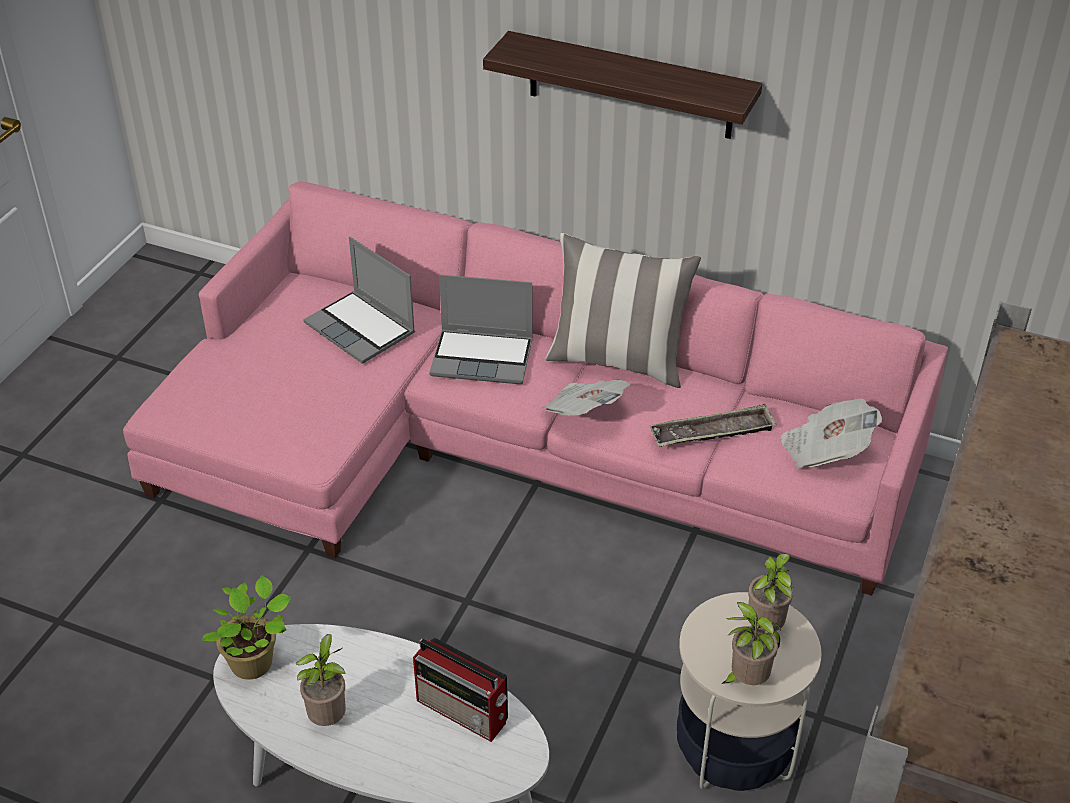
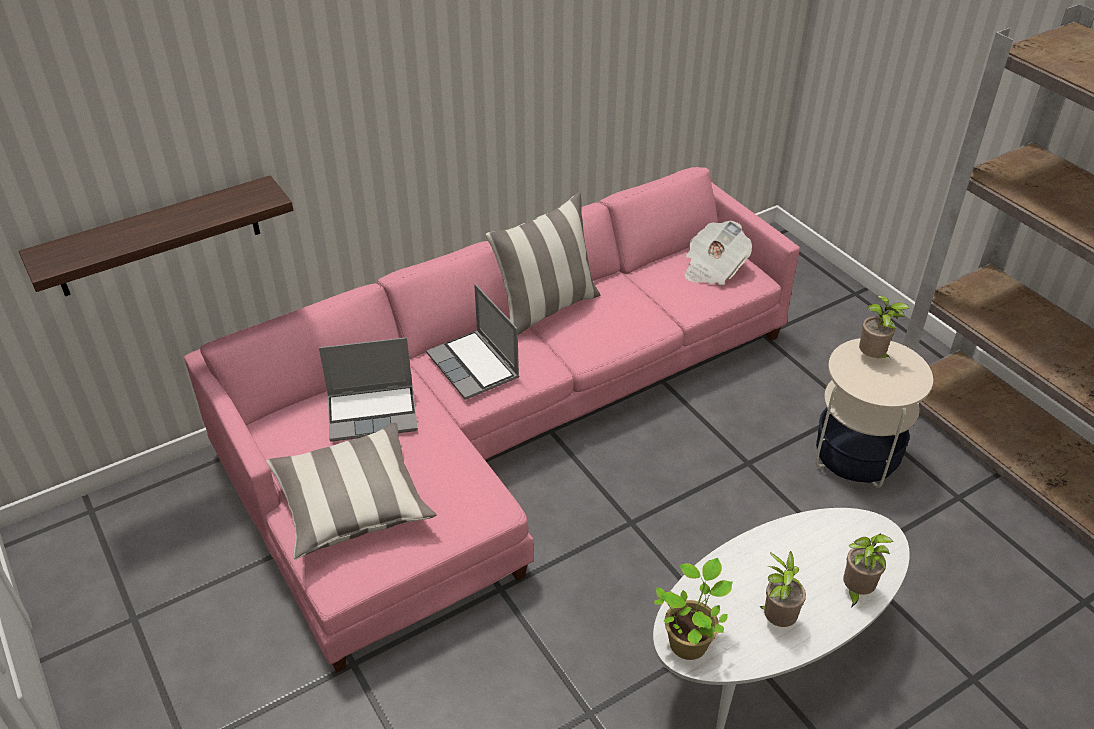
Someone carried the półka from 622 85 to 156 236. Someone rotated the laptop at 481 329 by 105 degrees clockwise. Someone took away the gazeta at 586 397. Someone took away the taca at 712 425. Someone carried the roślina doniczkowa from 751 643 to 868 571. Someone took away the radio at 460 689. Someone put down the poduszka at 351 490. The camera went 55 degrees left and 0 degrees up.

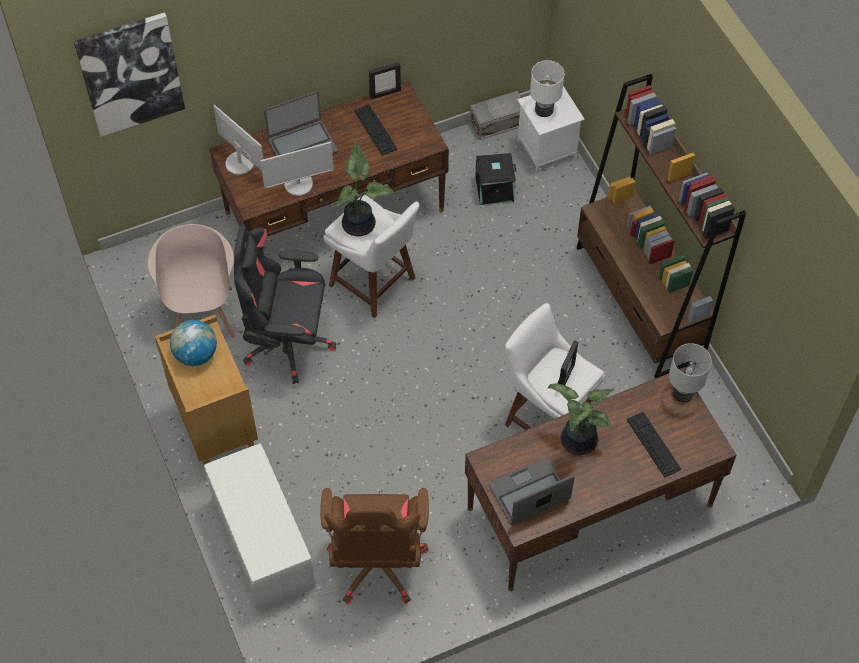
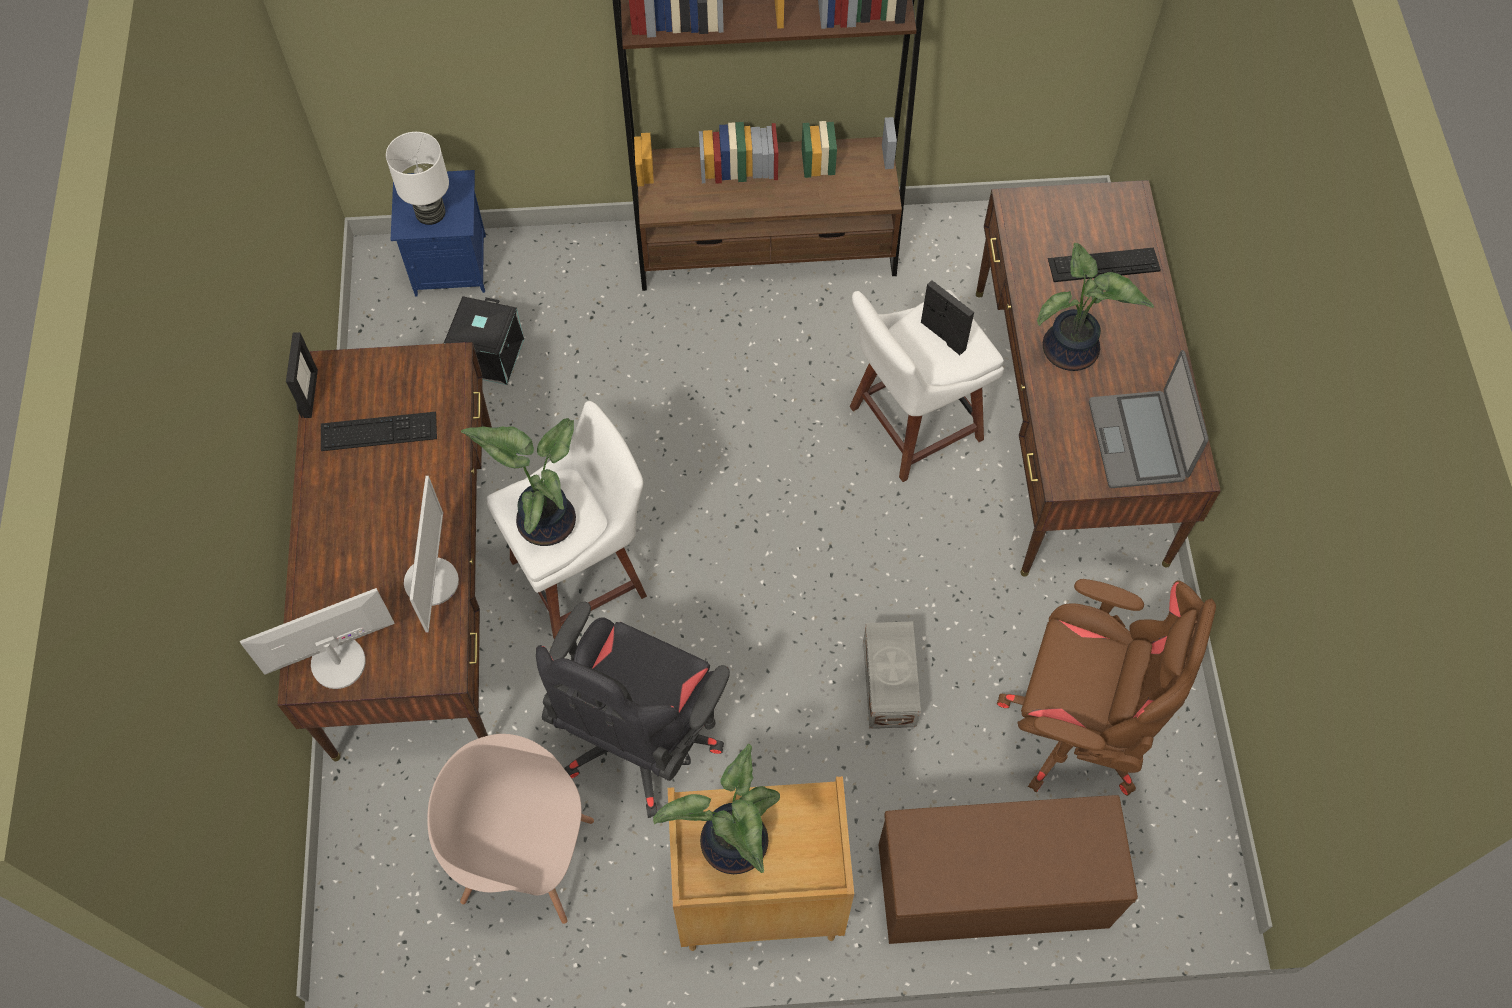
Someone took away the obraz at 129 74. Someone repainted the szafka nocna [biały] at 551 129, which became the szafka nocna [niebieski] at 438 233. Someone took away the laptop at 301 123. Someone carried the pojemnik do przechowywania [szary] from 495 115 to 892 675. Someone swapped the globus at 193 343 for the roślina doniczkowa at 716 809. Someone took away the lampa stołowa [szary] at 690 372. Someone repainted the ławka [biały] at 260 527, which became the ławka [brązowy] at 1008 869. The camera went 70 degrees left and 5 degrees up.

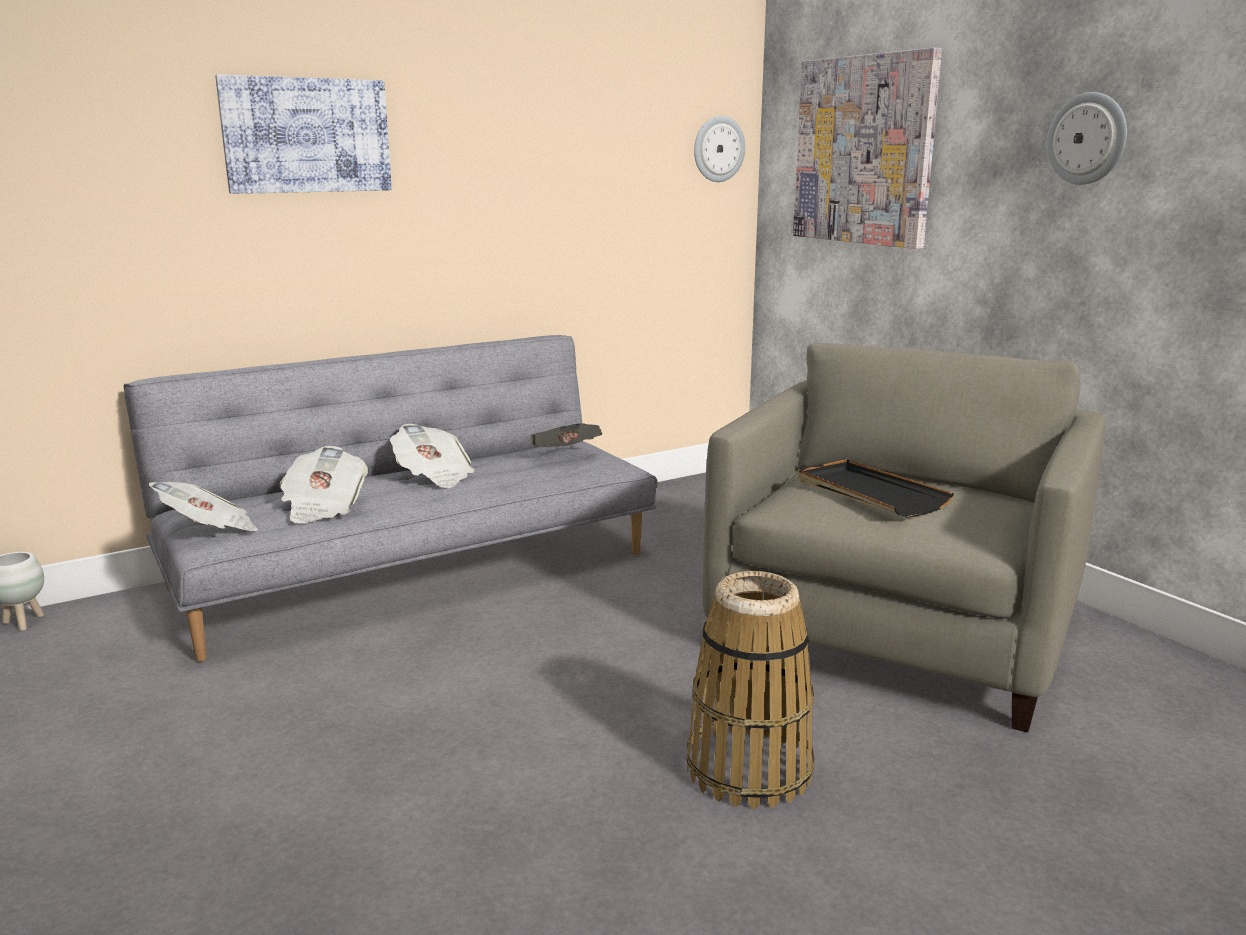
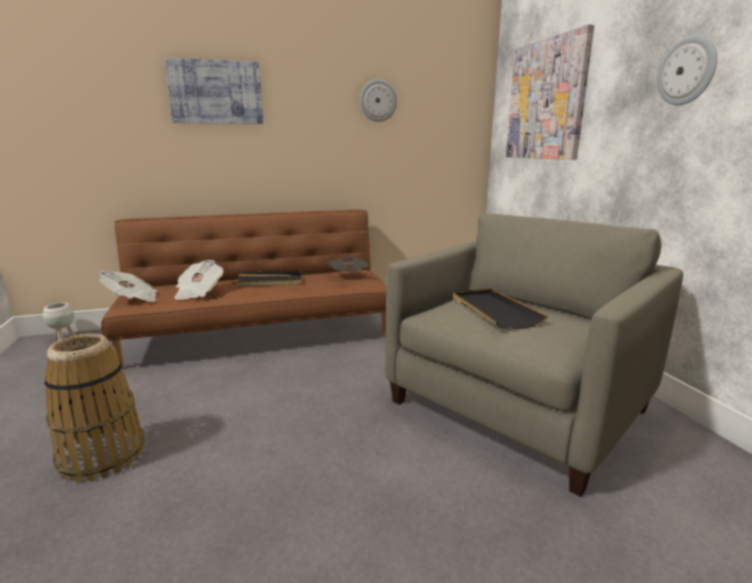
Someone carried the zegar ścienny from 719 149 to 378 100. Someone repainted the kanapa [szary] at 391 498, which became the kanapa [brązowy] at 243 289. Someone swapped the gazeta at 432 456 for the taca [czarny] at 267 278. Someone carried the koszyk from 750 690 to 94 408. The camera went 15 degrees right and 0 degrees up.

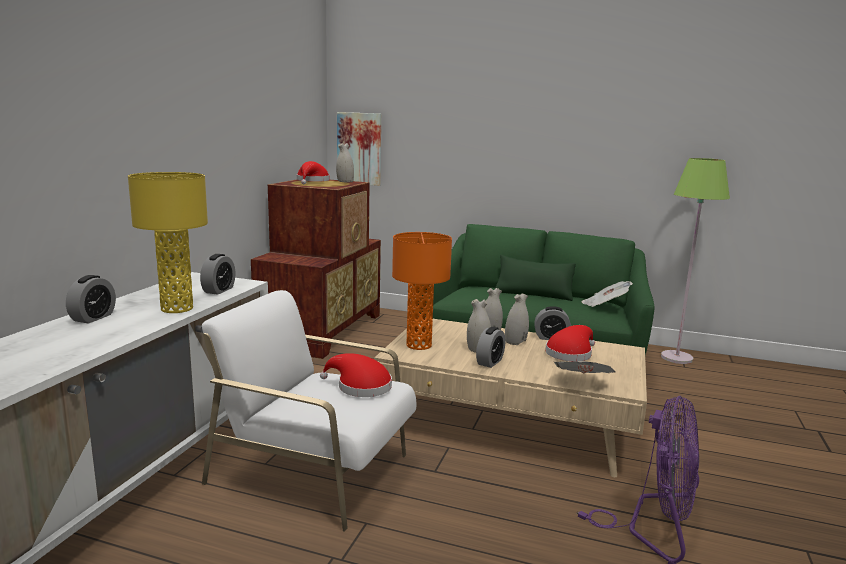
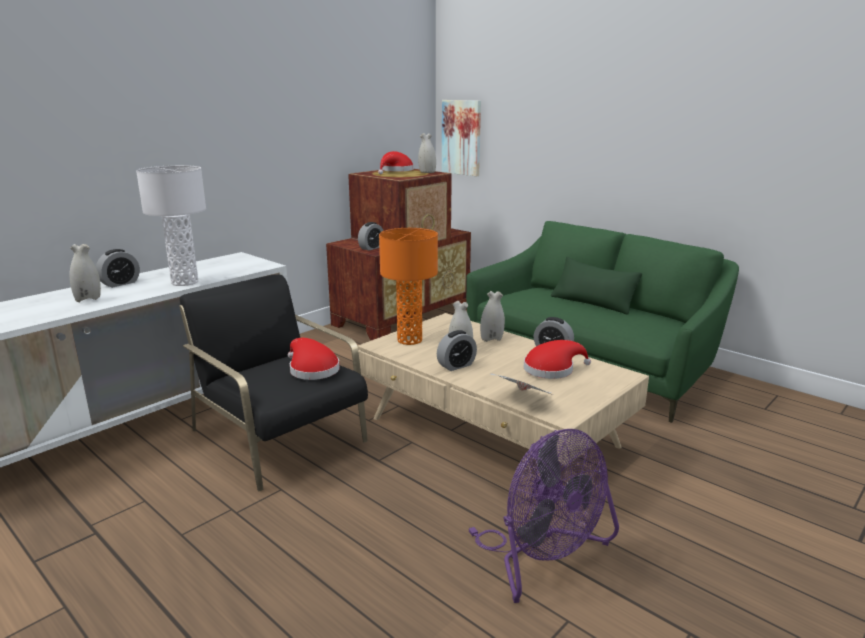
Someone took away the lampa stojąca [zielony] at 695 261. Someone repainted the lampa stołowa [żółty] at 168 242, which became the lampa stołowa [biały] at 171 225. Someone carried the budzik from 217 274 to 370 236. Someone took away the gazeta at 607 294. Someone repainted the fotel [biały] at 309 411, which became the fotel [czarny] at 273 383. Someone carried the wazon [biały] from 517 319 to 85 273. The camera went 25 degrees right and 5 degrees up.

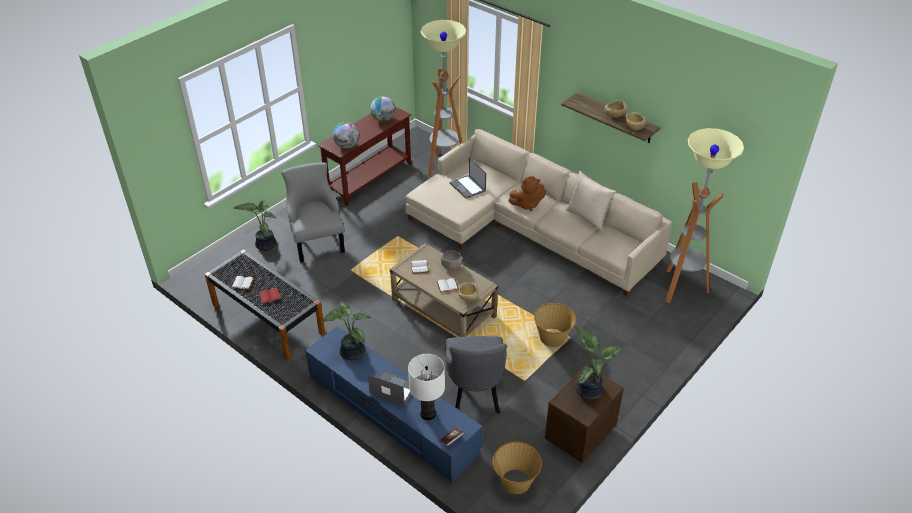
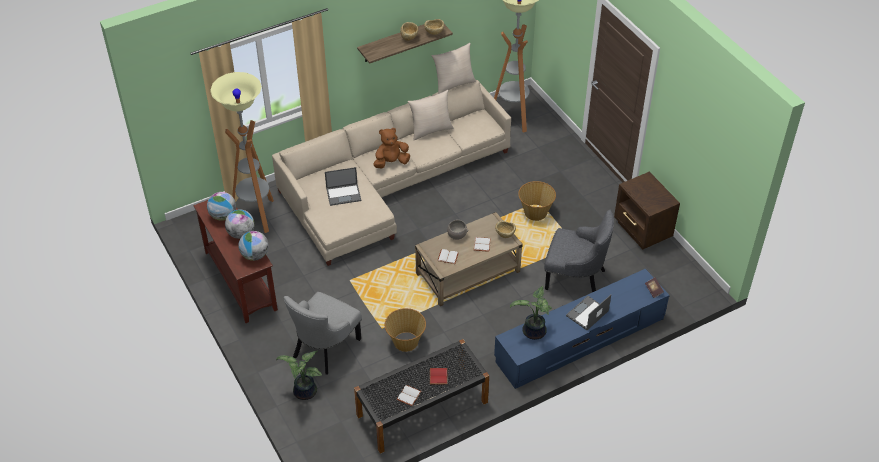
Someone rotated the fotel [szary] at 313 212 by 60 degrees counterclockwise. Someone rotated the pluszak [brązowy] at 527 194 by 120 degrees counterclockwise. Someone took away the roślina doniczkowa at 597 363. Someone took away the lampa stołowa [biały] at 426 387. Someone carried the koszyk from 517 468 to 405 330. Someone put down the poduszka [beżowy] at 453 68. Someone put down the globus at 240 224. The camera went 70 degrees left and 5 degrees up.

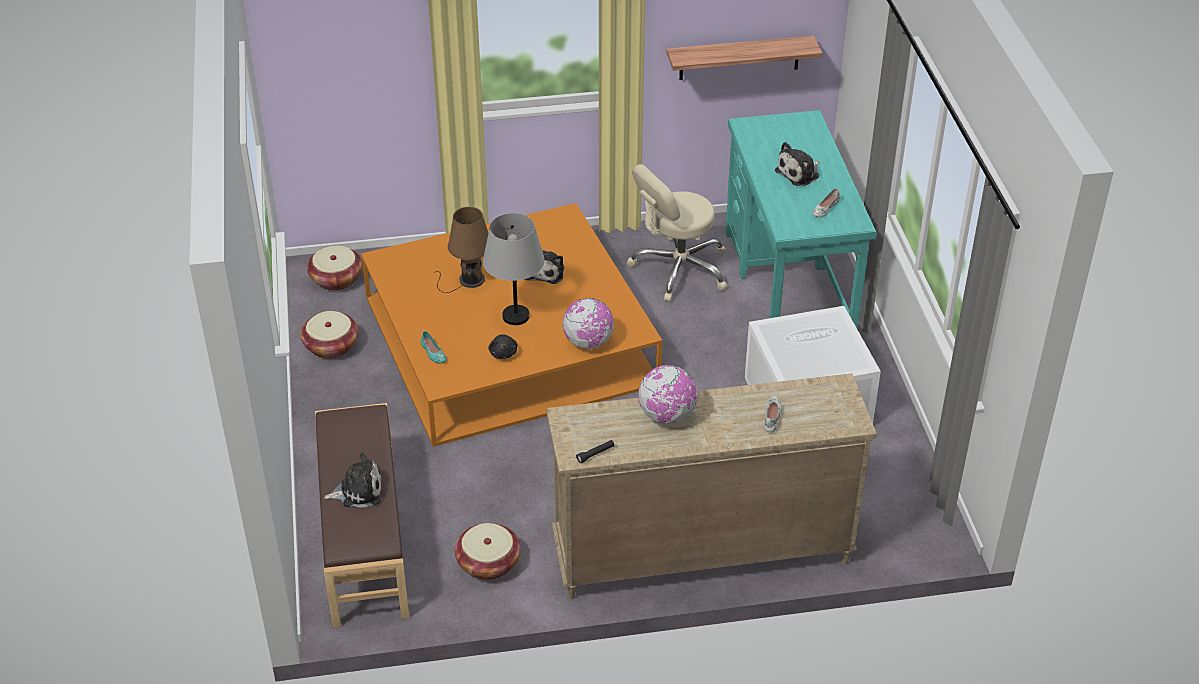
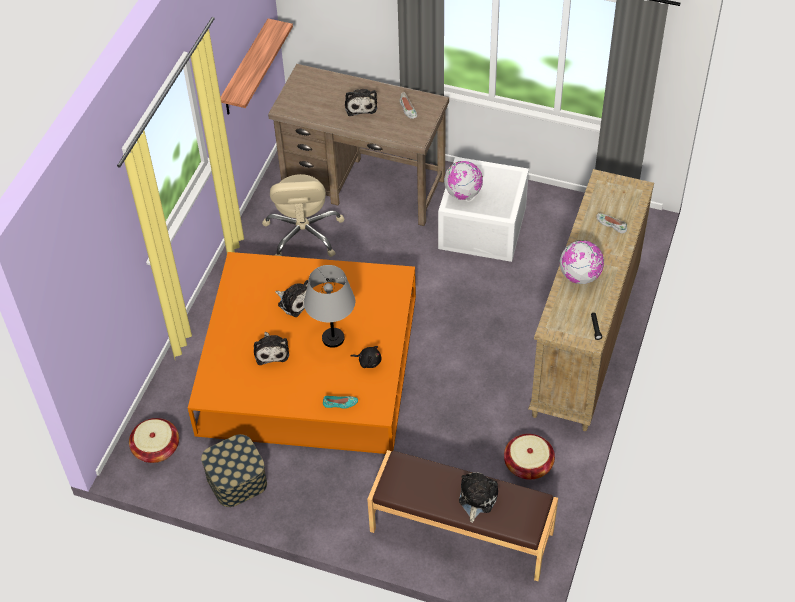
Someone repainted the biurko [turkusowy] at 801 220, which became the biurko [brązowy] at 358 145. Someone swapped the lampa stołowa [brązowy] at 462 250 for the pluszak at 271 348. Someone carried the globus from 588 324 to 463 180. Someone swapped the koszyk at 329 335 for the pojemnik do przechowywania at 234 470. The camera went 60 degrees left and 10 degrees up.

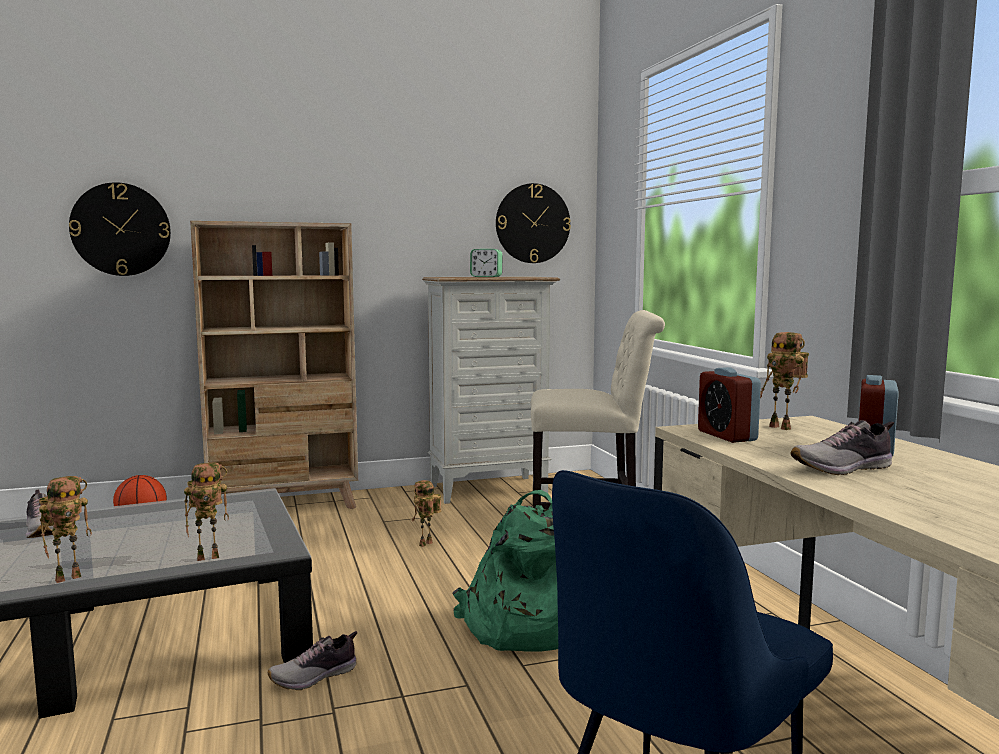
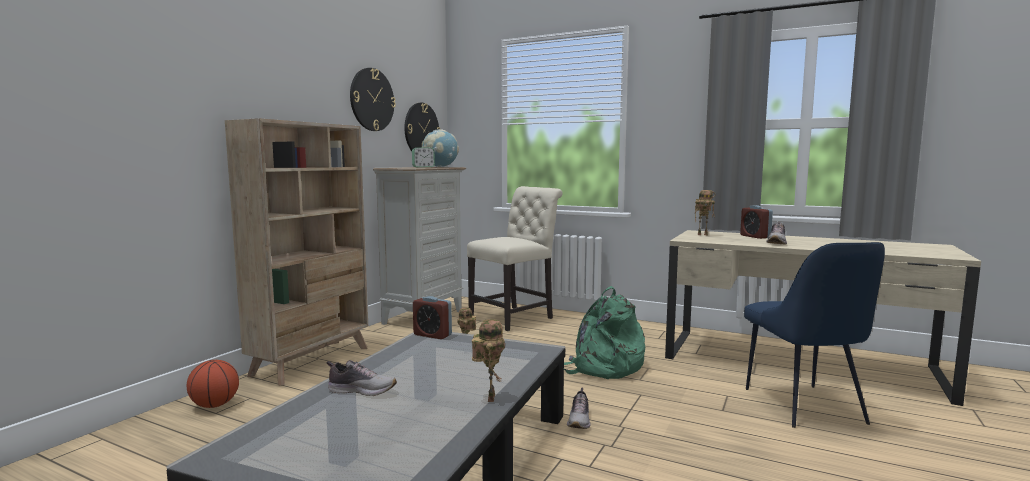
Someone carried the zegar ścienny from 120 229 to 373 99. Someone carried the budzik from 729 405 to 432 317. Someone took away the robot zabawkowy at 206 511. Someone put down the globus at 440 148. The camera went 45 degrees left and 0 degrees up.

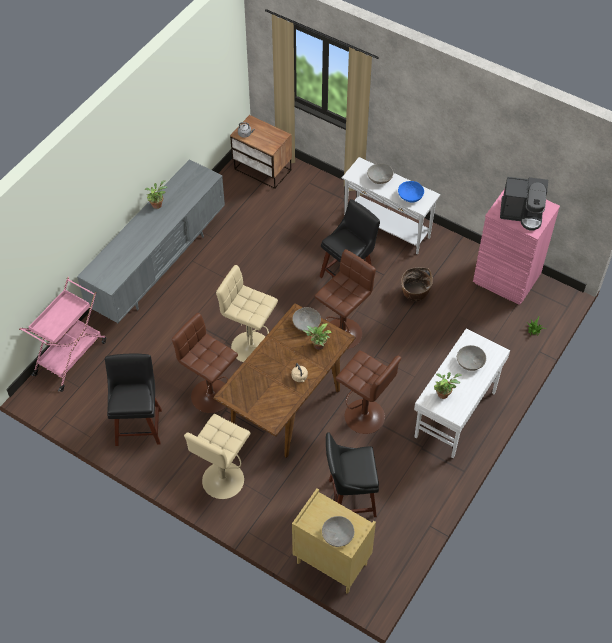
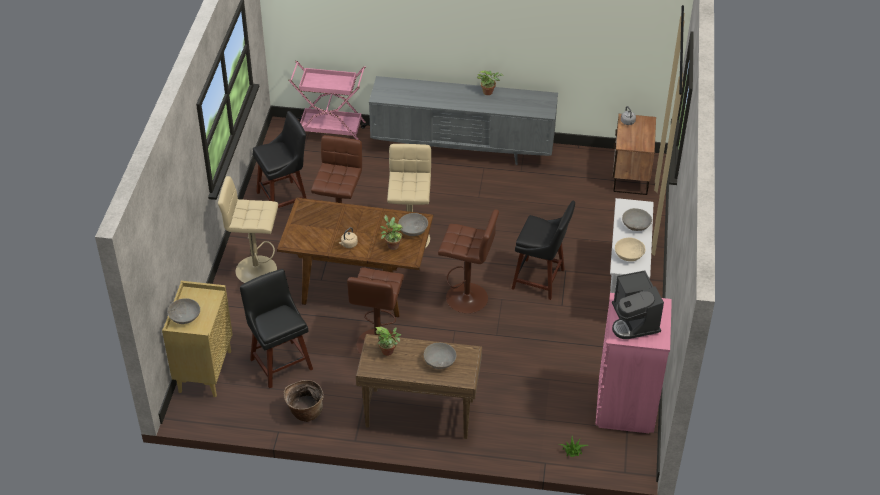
Someone repainted the miska [niebieski] at 411 192, which became the miska [beżowy] at 630 249. Someone carried the koszyk from 417 284 to 304 401. Someone repainted the stolik konsolowy [biały] at 462 393, which became the stolik konsolowy [brązowy] at 419 386. The camera went 65 degrees right and 10 degrees down.

